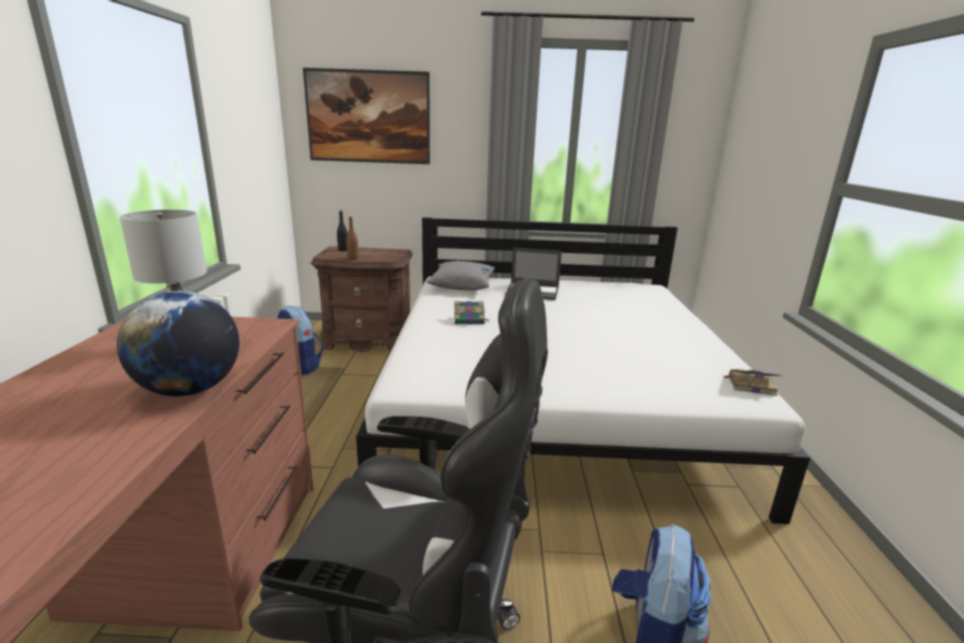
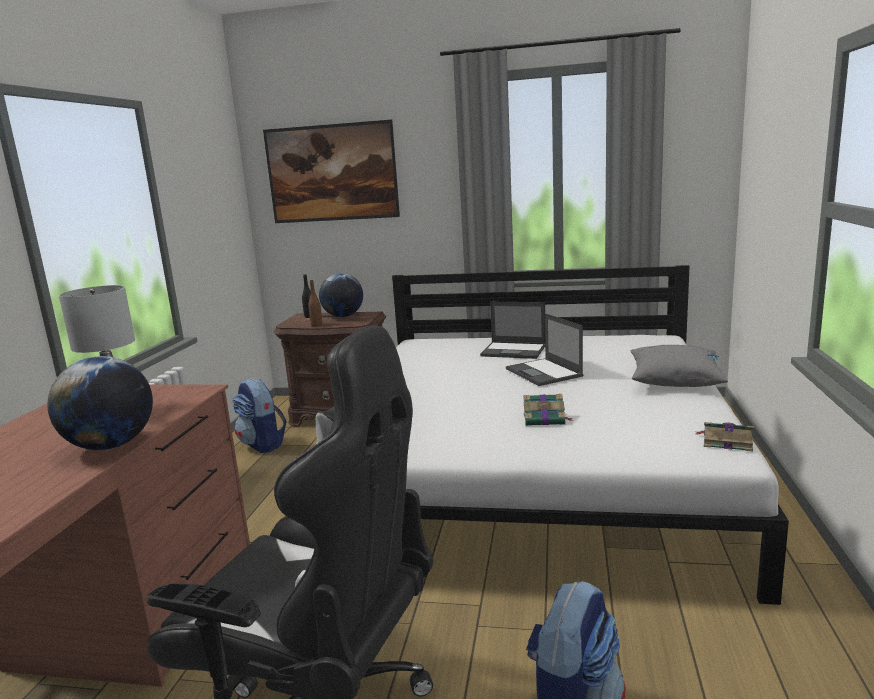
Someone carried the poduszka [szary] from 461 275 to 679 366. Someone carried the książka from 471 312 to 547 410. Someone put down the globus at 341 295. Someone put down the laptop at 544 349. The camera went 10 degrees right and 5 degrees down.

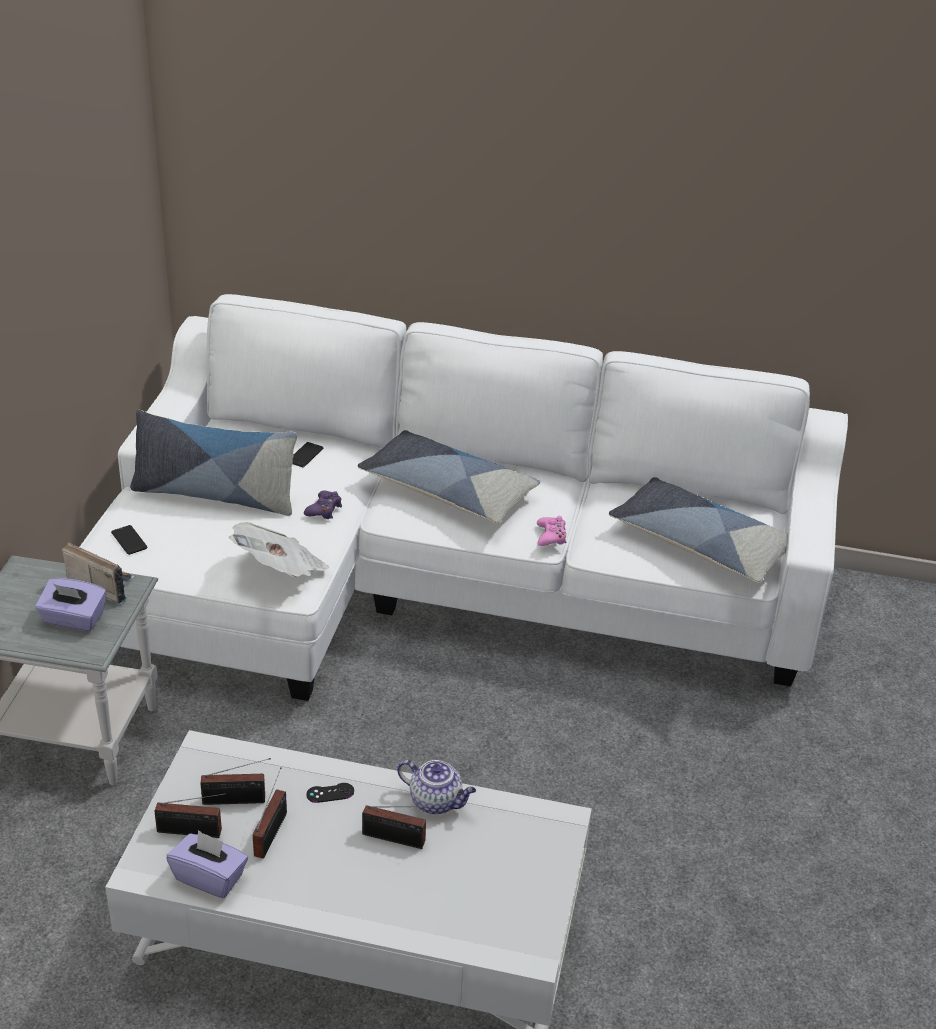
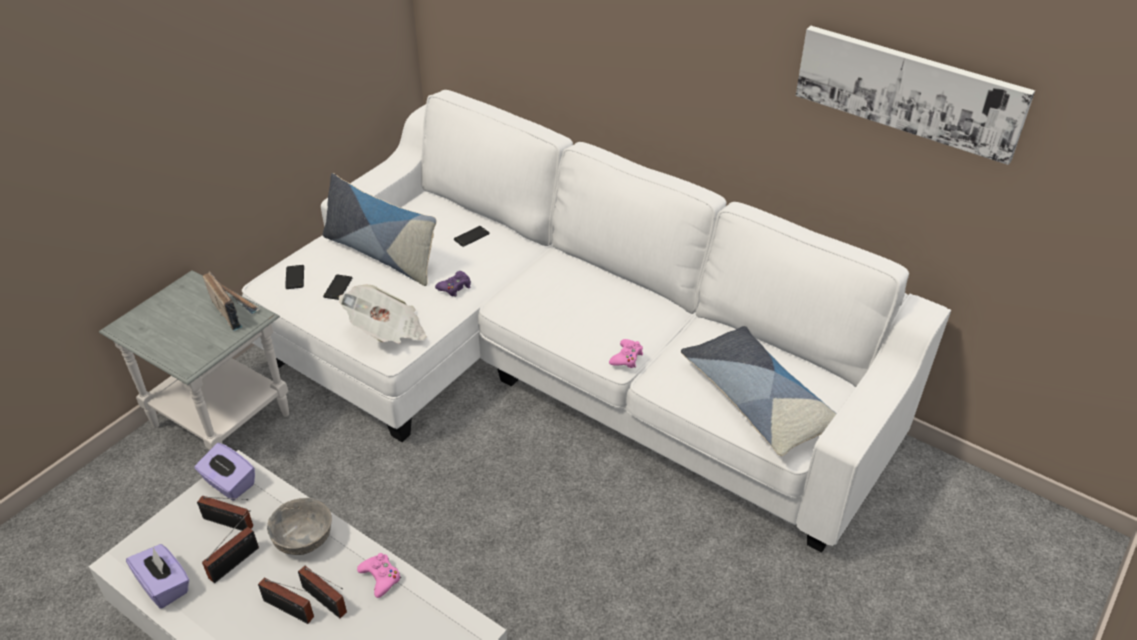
Someone took away the poduszka at 449 477. Someone carried the pudełko chusteczek [fioletowy] from 71 605 to 224 472. Someone swapped the imbryk at 436 787 for the pad do gier [różowy] at 379 575. Someone swapped the pad do gier [czarny] at 330 793 for the miska [szary] at 299 526. Someone carried the radio from 190 815 to 286 600. Someone put up the obraz at 915 95. Someone put down the telefon at 337 287. The camera went 25 degrees right and 5 degrees up.

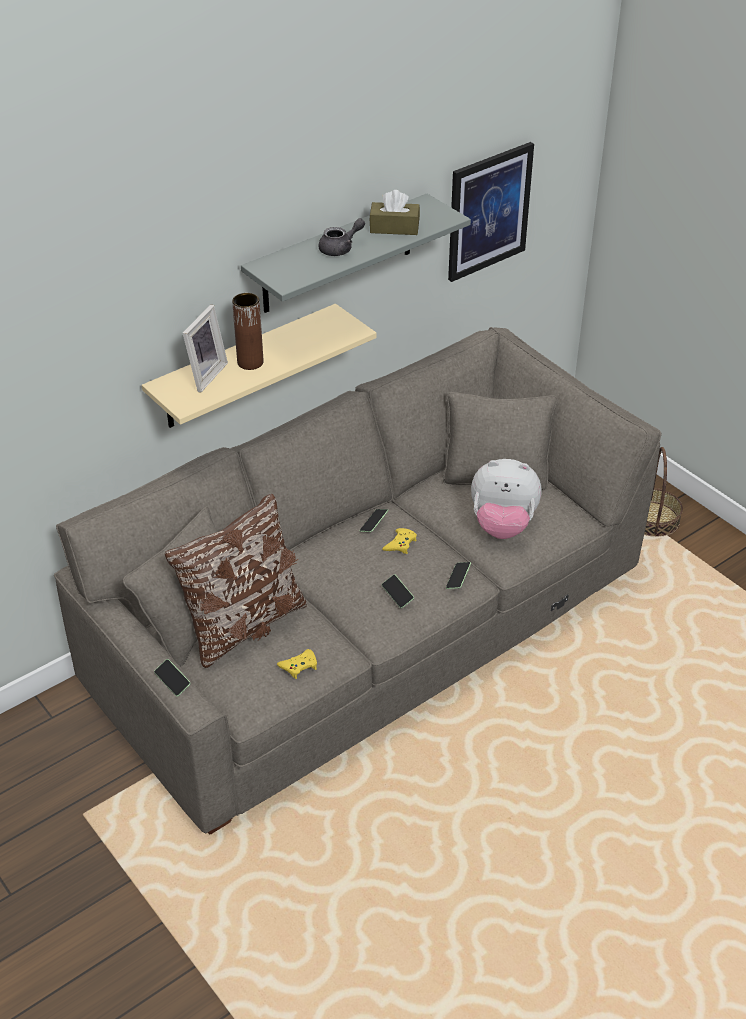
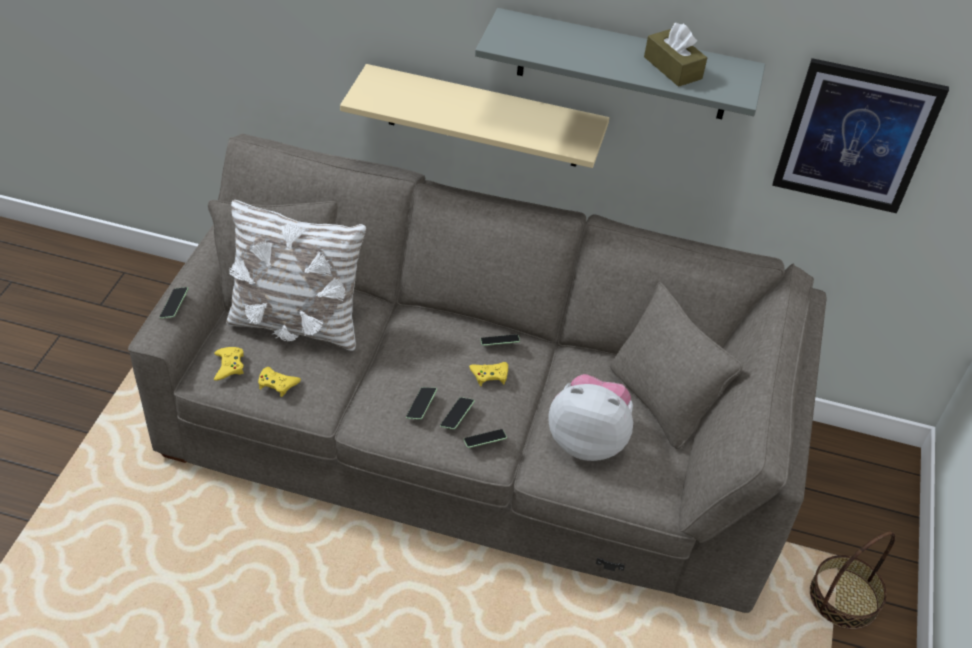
Someone took away the imbryk [szary] at 342 237. Someone took away the wazon [brązowy] at 247 331. Someone took away the ramka na zdjęcie at 205 349. Someone rotated the pluszak at 506 499 by 135 degrees clockwise. Someone repainted the poduszka [brązowy] at 236 581, which became the poduszka [biały] at 296 275. Someone put down the pad do gier [żółty] at 229 364. Someone put down the telefon at 457 413. The camera went 50 degrees right and 5 degrees up.

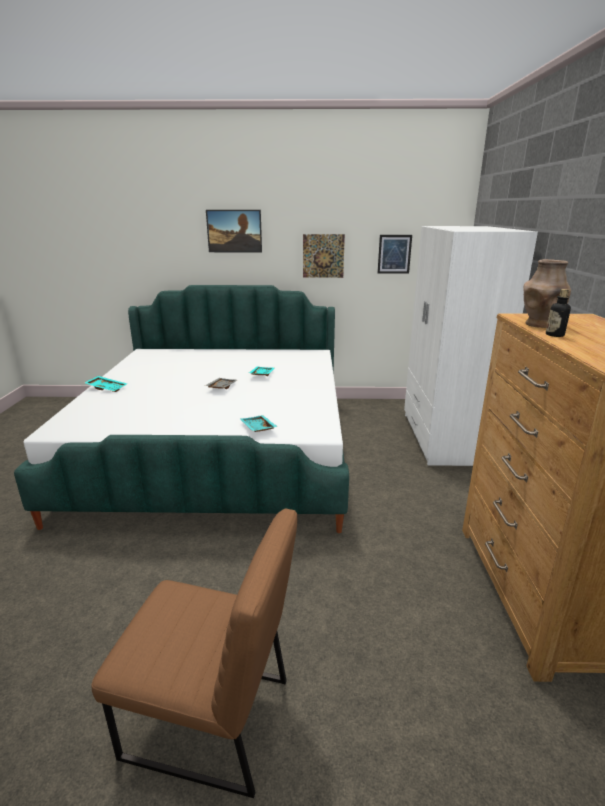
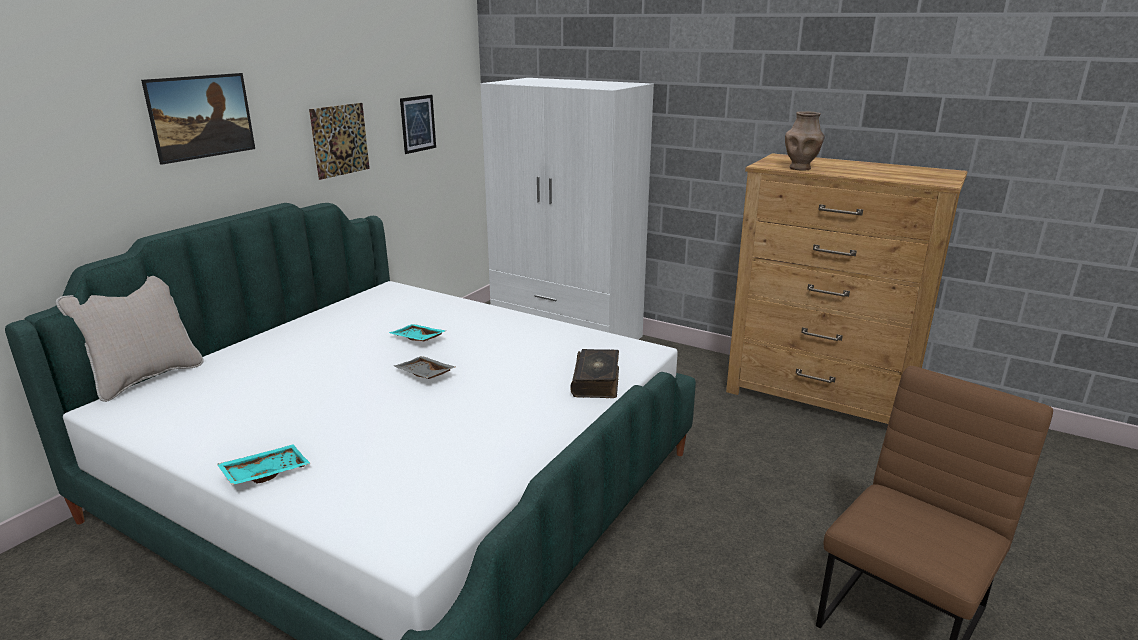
Someone took away the butelka at 558 313. Someone swapped the taca [turkusowy] at 259 423 for the książka at 594 373. Someone put down the poduszka [beżowy] at 130 339. The camera went 60 degrees left and 0 degrees up.

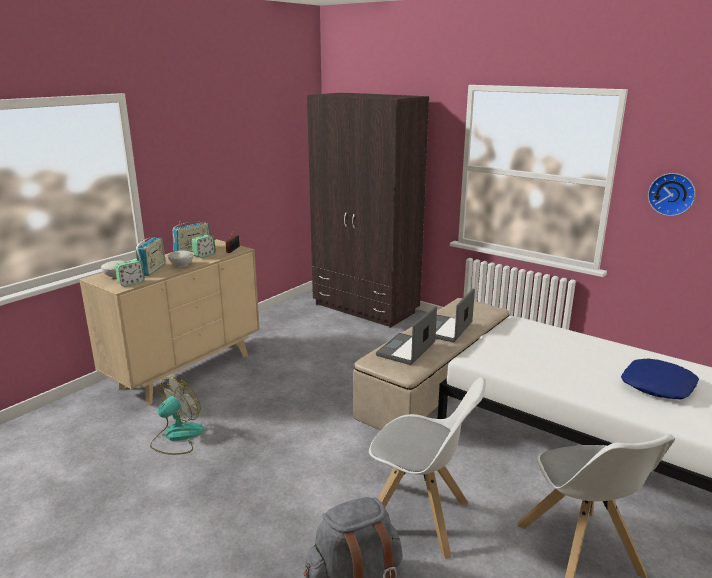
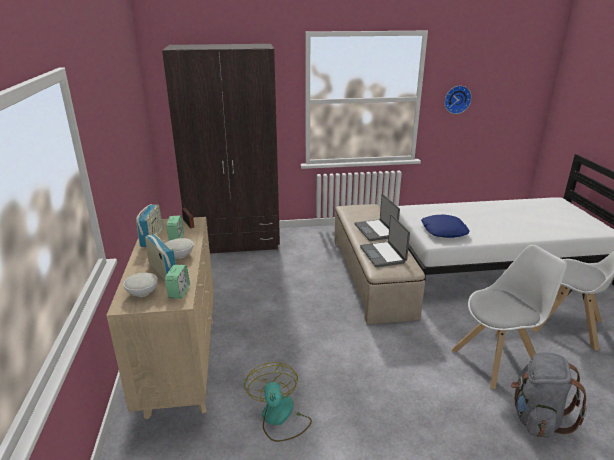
Someone carried the poduszka [niebieski] from 660 379 to 445 226. The camera went 45 degrees left and 5 degrees up.

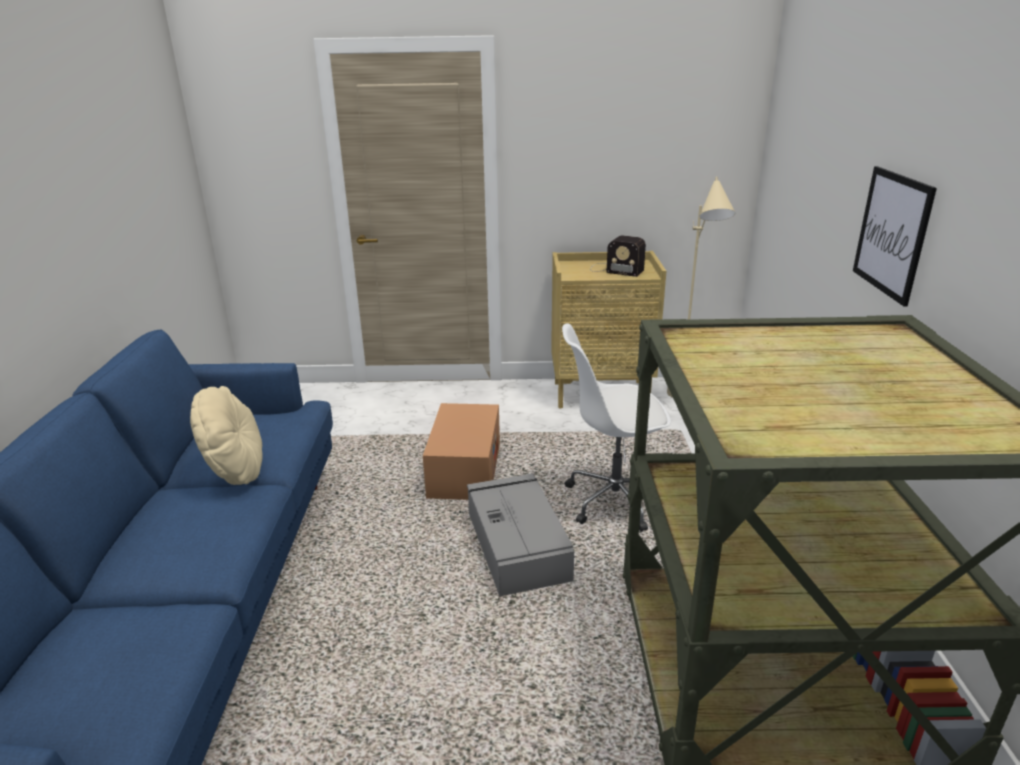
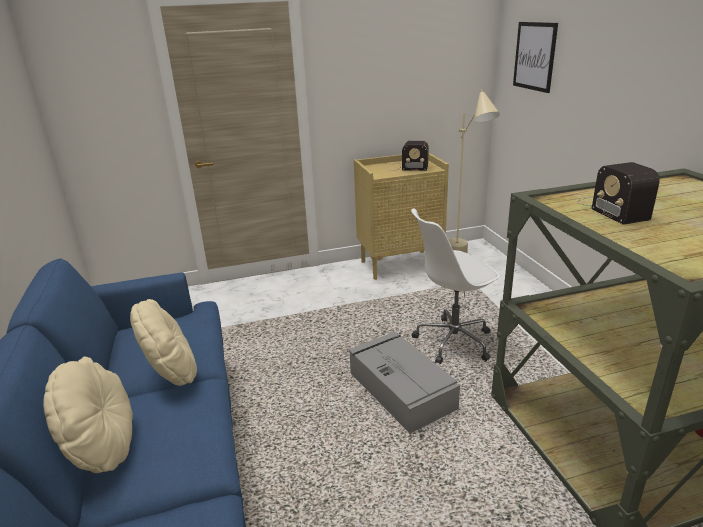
Someone carried the obraz from 895 236 to 535 57. Someone took away the karton at 461 451. Someone put down the radio at 618 193. Someone put down the poduszka [beżowy] at 88 415. The camera went 15 degrees left and 0 degrees up.

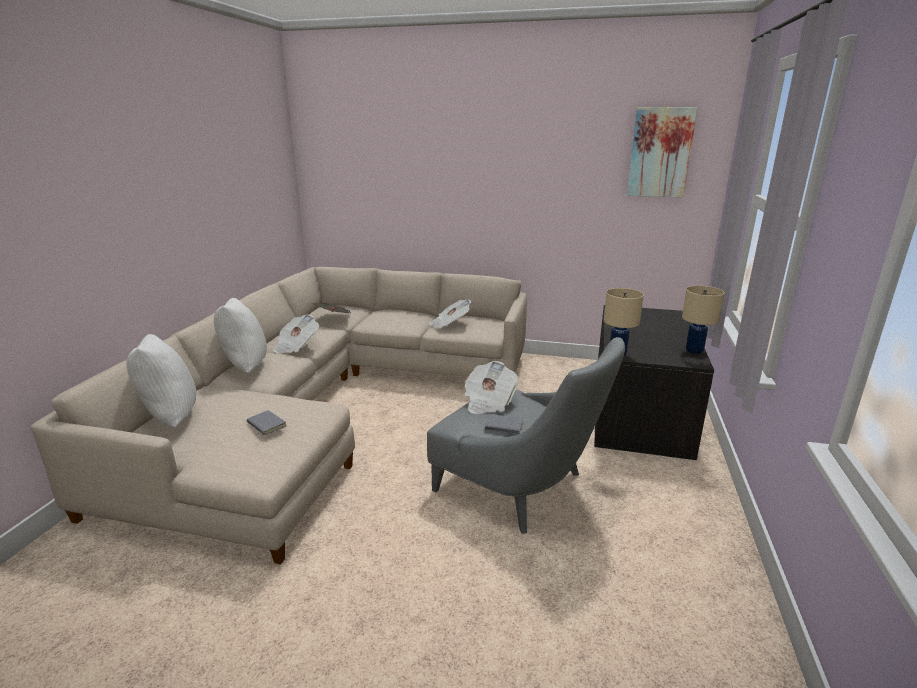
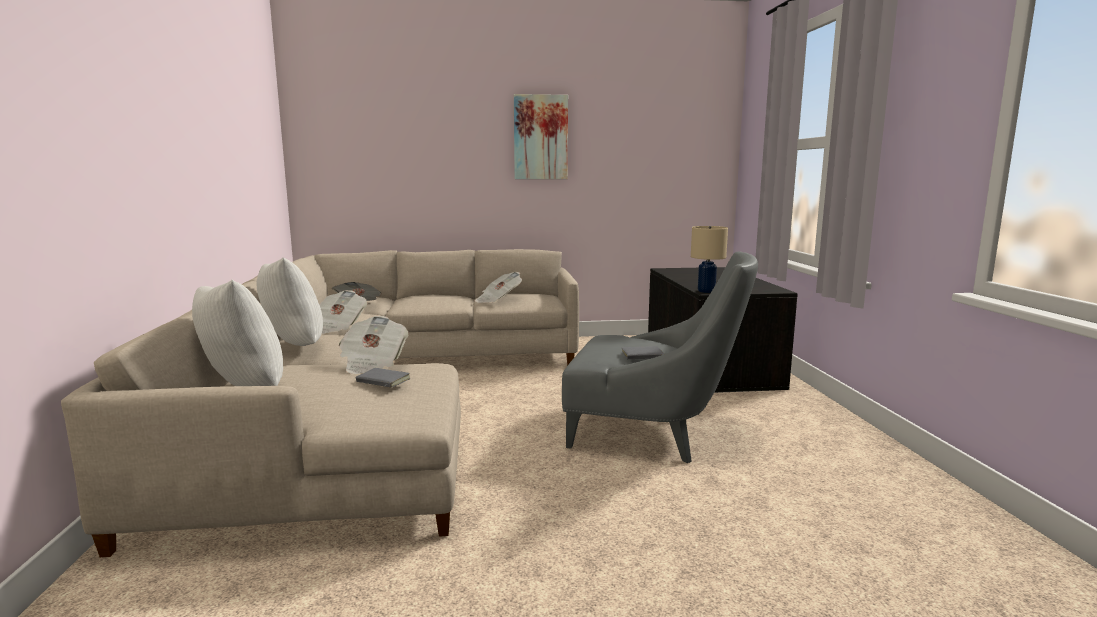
Someone carried the obraz from 662 152 to 541 136. Someone took away the lampa stołowa [beżowy] at 703 320. Someone carried the gazeta from 491 387 to 374 345. The camera went 20 degrees left and 10 degrees down.

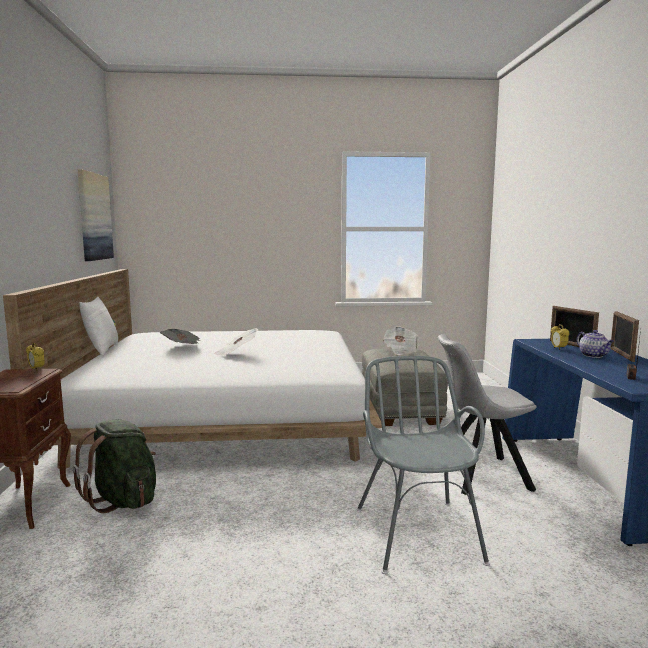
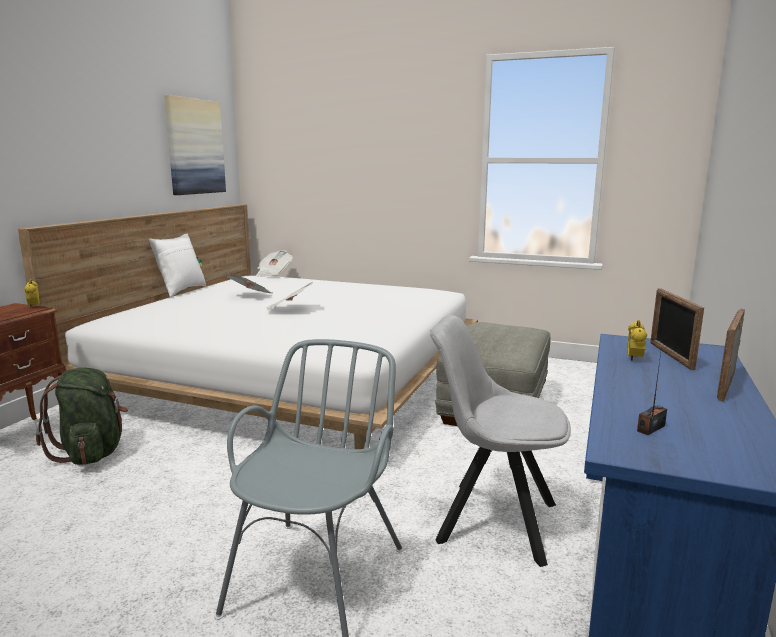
Someone carried the gazeta from 401 340 to 274 263. Someone took away the imbryk at 595 344. The camera went 25 degrees right and 5 degrees up.

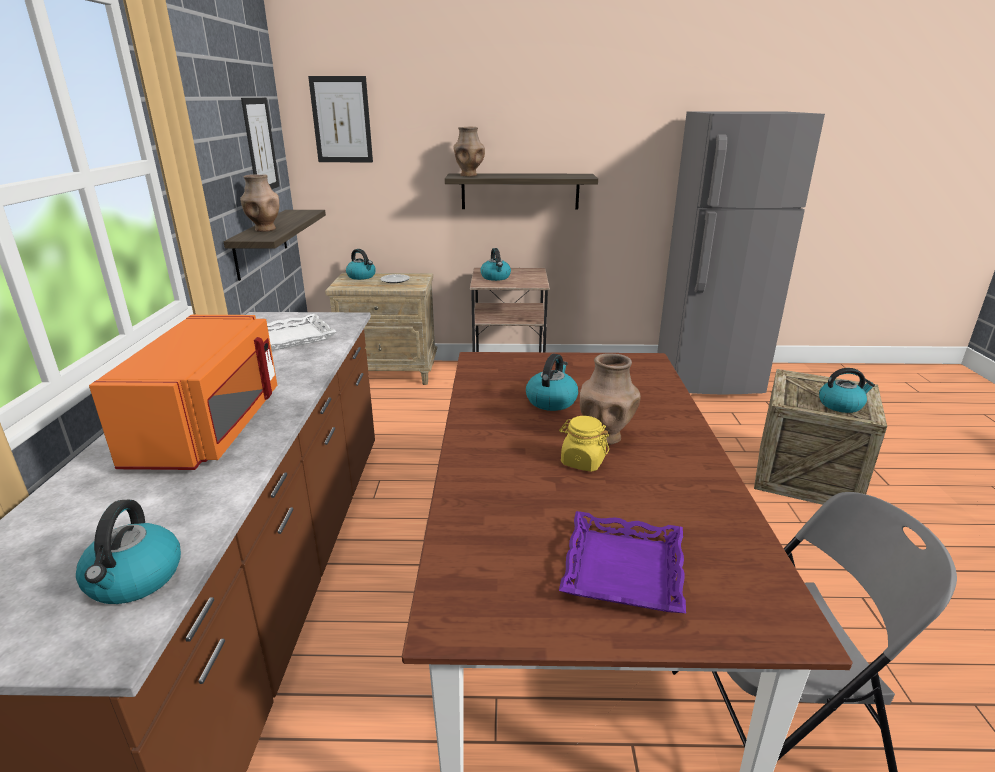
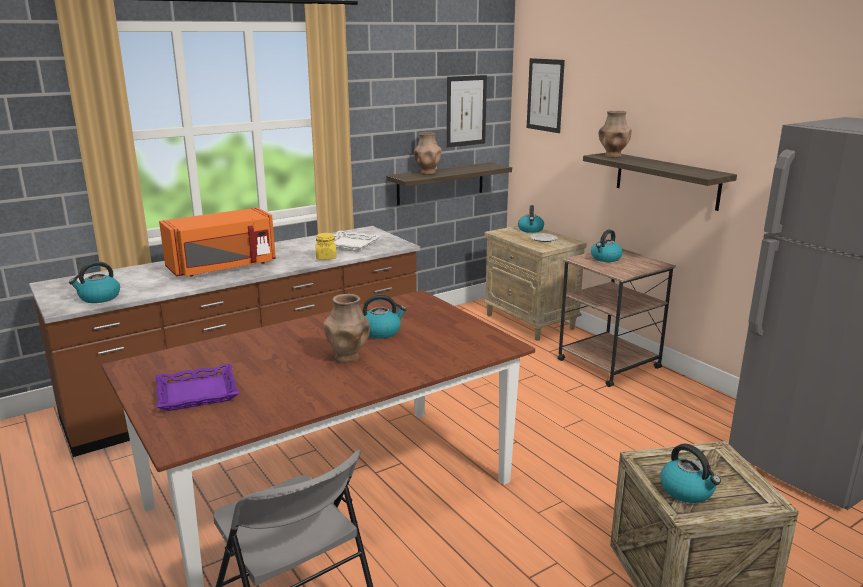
Someone carried the słoik [żółty] from 584 444 to 326 246. The camera went 55 degrees right and 5 degrees down.

